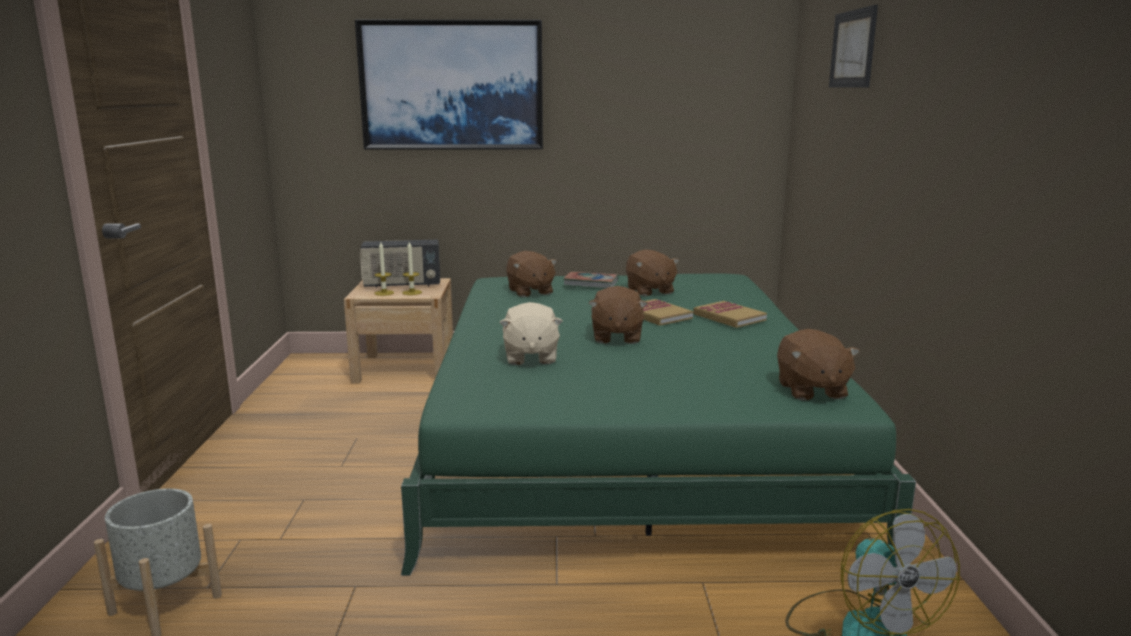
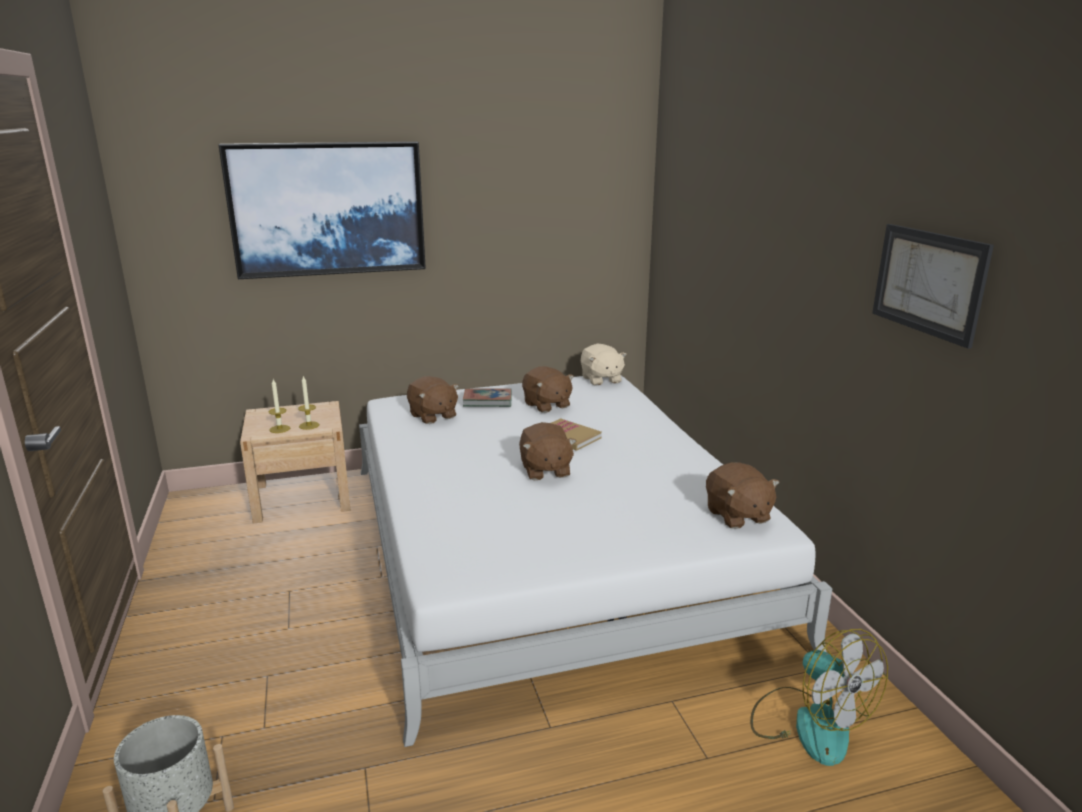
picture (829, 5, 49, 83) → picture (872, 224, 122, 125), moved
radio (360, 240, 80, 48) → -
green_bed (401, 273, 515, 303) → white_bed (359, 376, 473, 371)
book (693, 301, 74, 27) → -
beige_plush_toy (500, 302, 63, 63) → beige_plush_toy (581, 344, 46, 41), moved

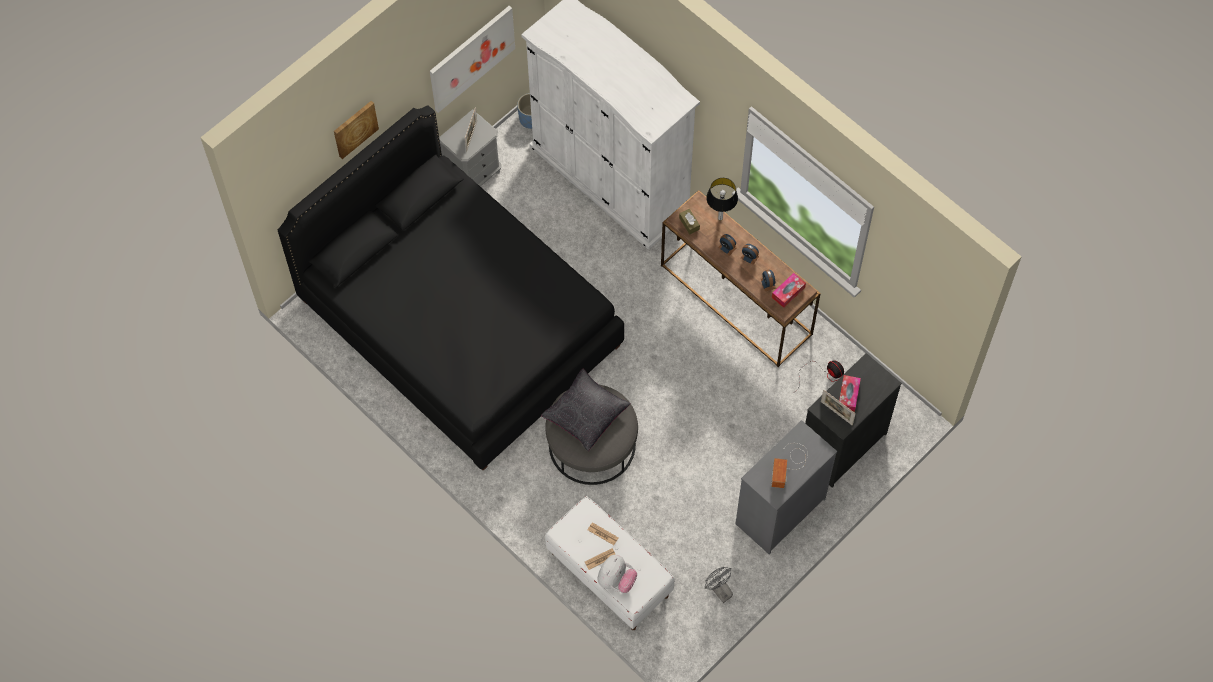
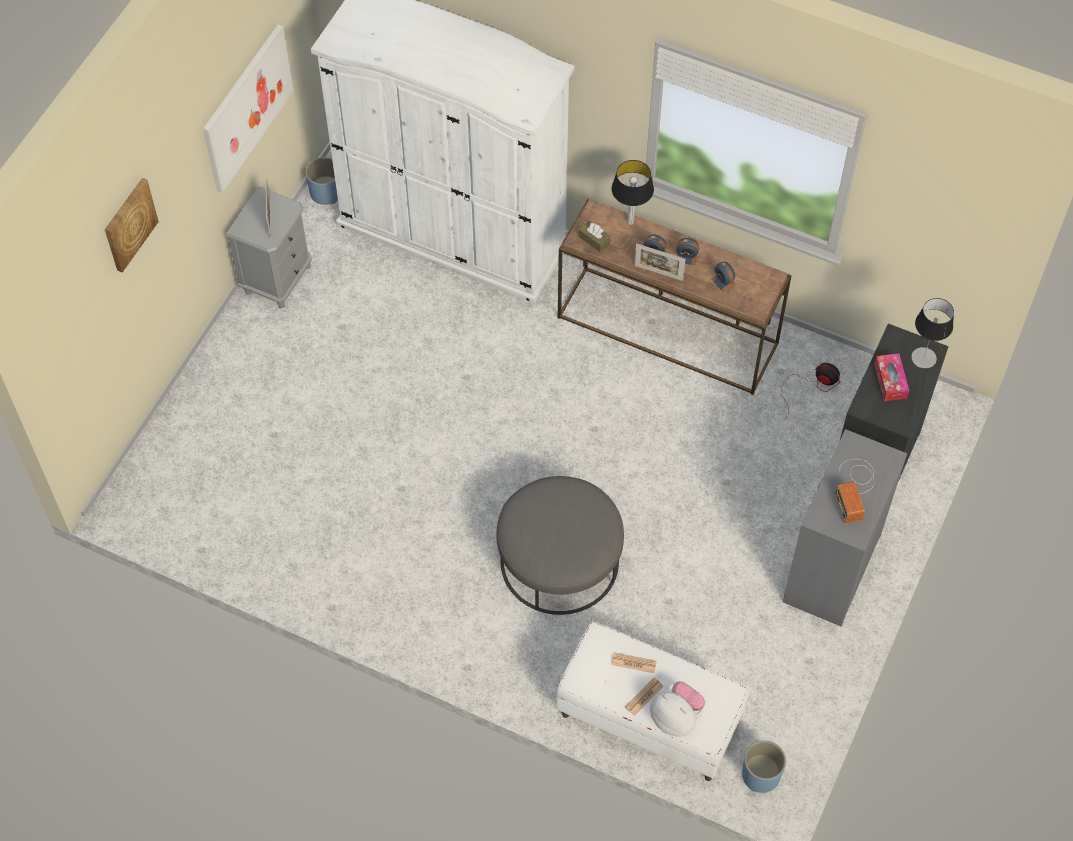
black_bed (278, 105, 346, 366) → -
tissue_box (772, 273, 34, 35) → -
black_pillow (541, 369, 89, 82) → -
picture_frame (821, 389, 35, 37) → picture_frame (634, 243, 51, 38), moved
plush_toy (597, 555, 40, 38) → plush_toy (650, 682, 55, 55), 60 degrees counterclockwise
grey_fan (705, 567, 28, 36) → -
- → table_lamp (911, 298, 43, 71)
- → blue_planter (742, 740, 44, 53)

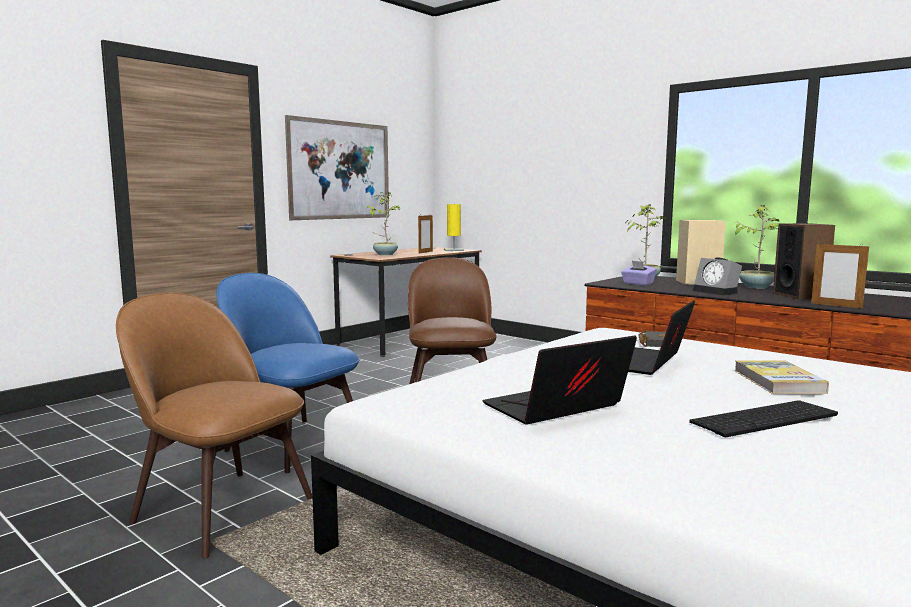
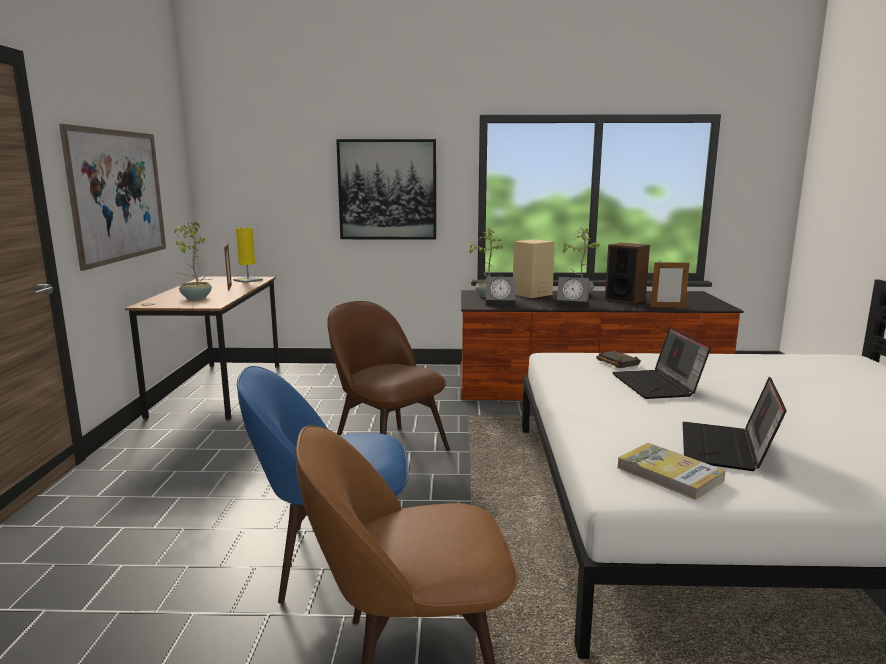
purple_tissue_box (621, 261, 36, 25) → alarm_clock (486, 275, 30, 31)
book (734, 360, 95, 34) → book (617, 443, 108, 57), moved
keyboard (689, 400, 149, 37) → -
- → picture (336, 139, 100, 101)

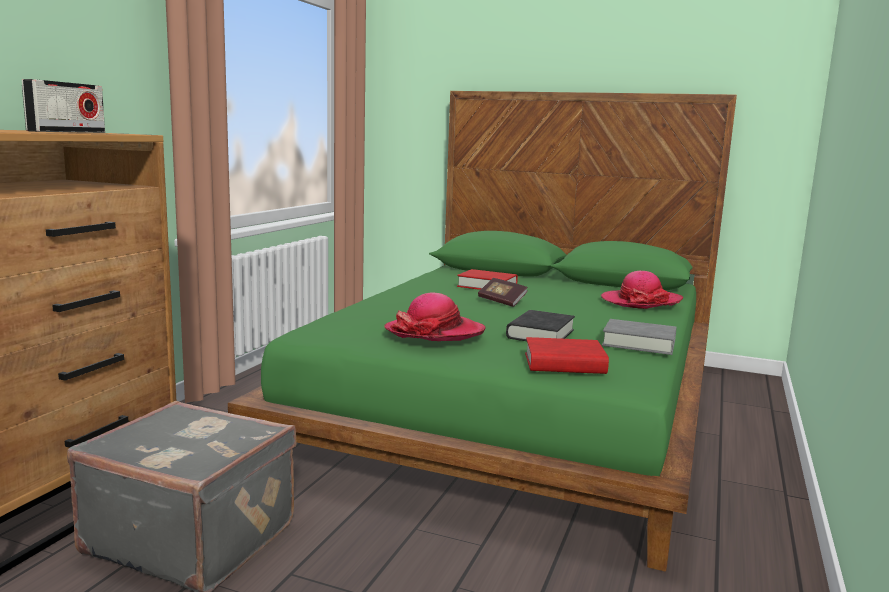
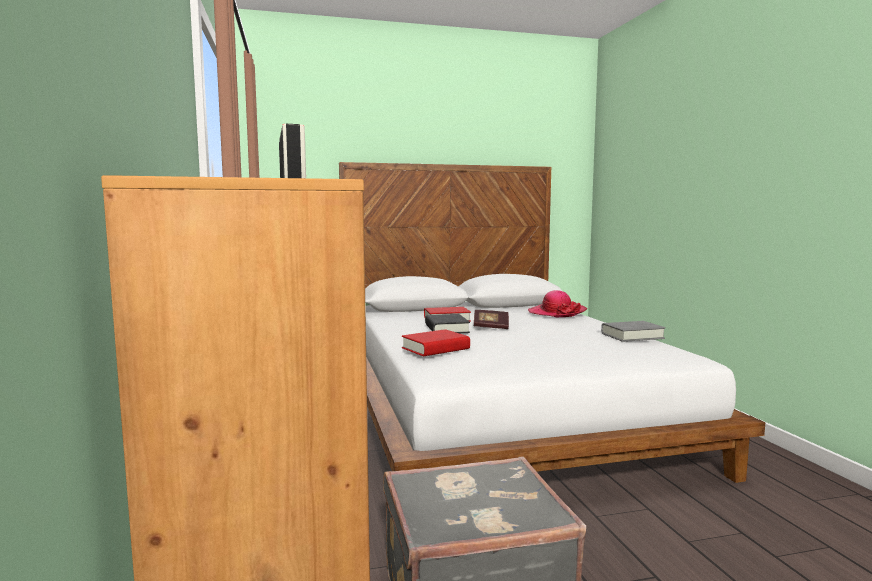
green_bed (228, 91, 509, 481) → white_bed (339, 162, 426, 321)
hat (384, 293, 101, 48) → -
black_book (506, 310, 69, 31) → black_book (425, 314, 45, 19), moved
red_book (525, 337, 84, 37) → red_book (402, 329, 68, 27), moved

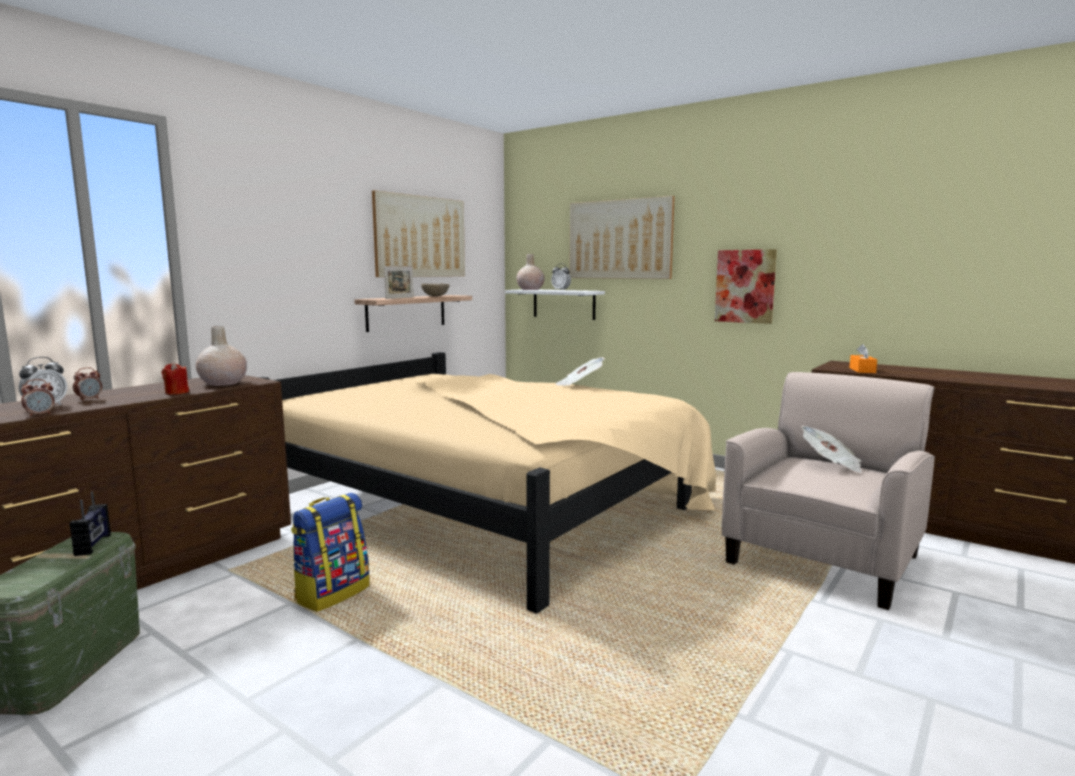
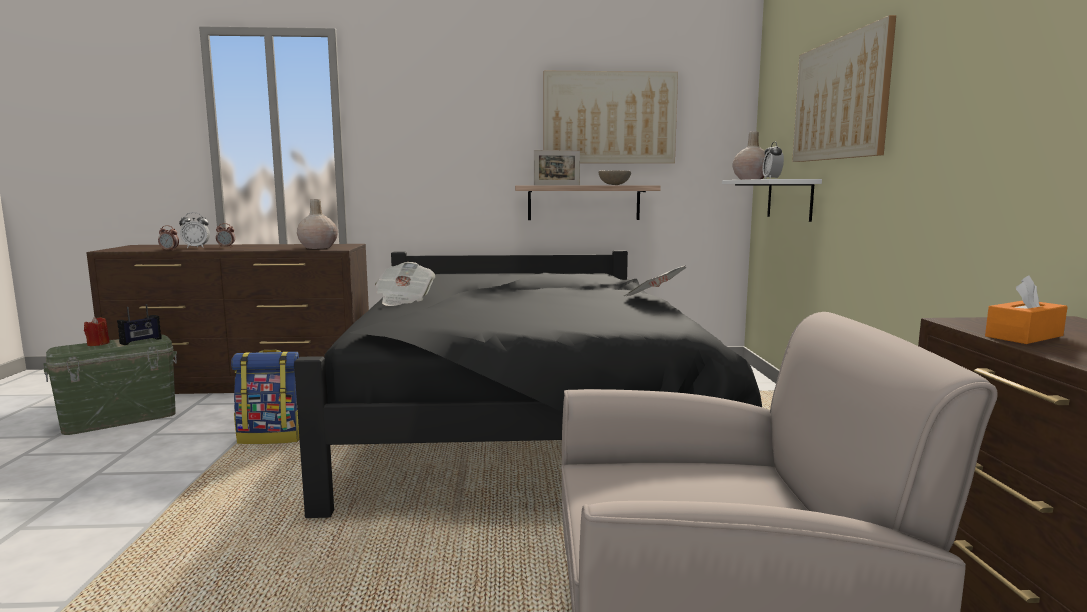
picture (715, 249, 62, 75) → -
beige_bed (258, 352, 458, 262) → black_bed (294, 250, 468, 268)
red_candle (162, 362, 27, 33) → red_candle (84, 317, 25, 29), moved
newspaper (801, 426, 60, 47) → newspaper (375, 262, 60, 44), moved

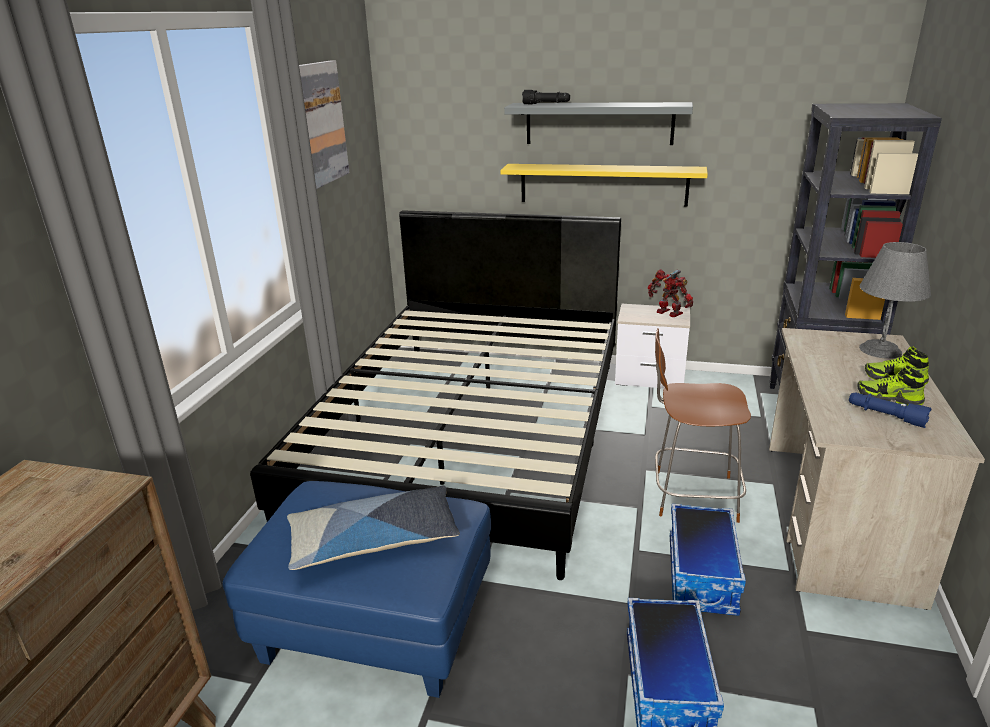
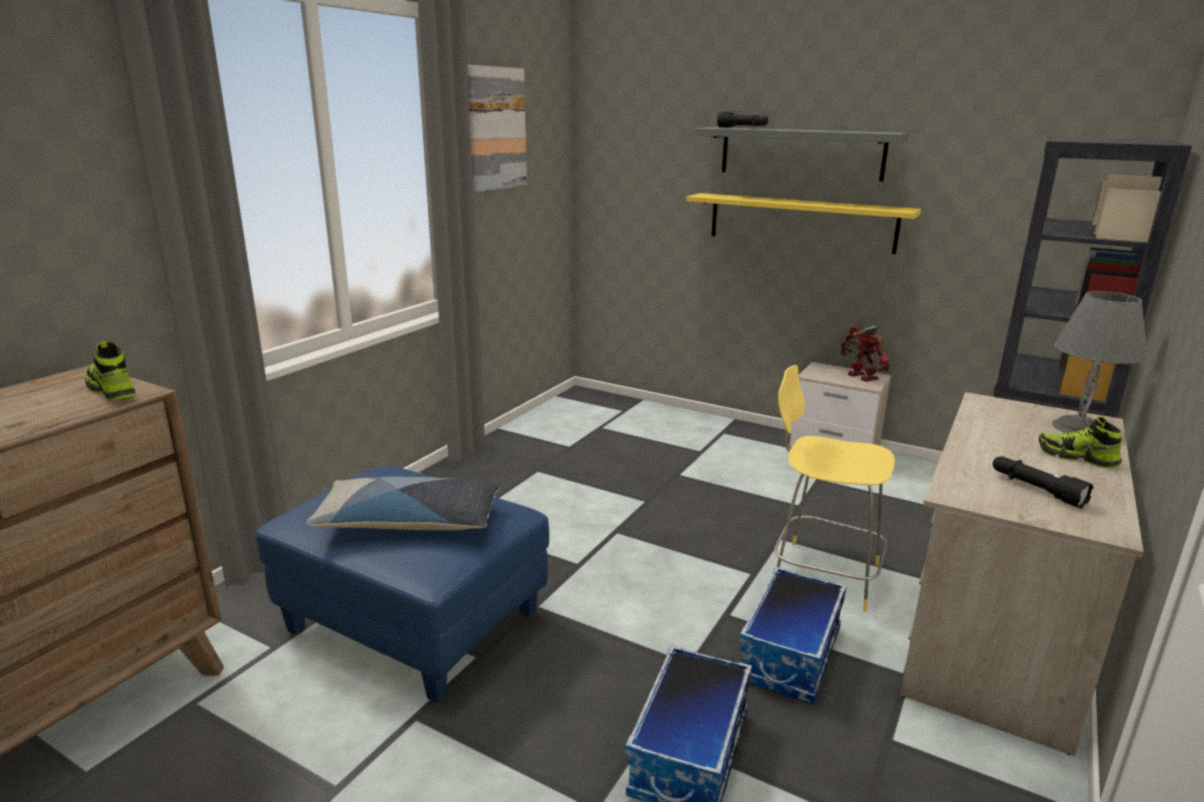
black_bed (250, 211, 371, 369) → -
brown_stool (655, 328, 96, 195) → yellow_stool (774, 365, 121, 247)
shoe (857, 365, 68, 41) → shoe (85, 341, 51, 60), moved
blue_flashlight (849, 392, 83, 36) → black_flashlight (992, 456, 101, 53)

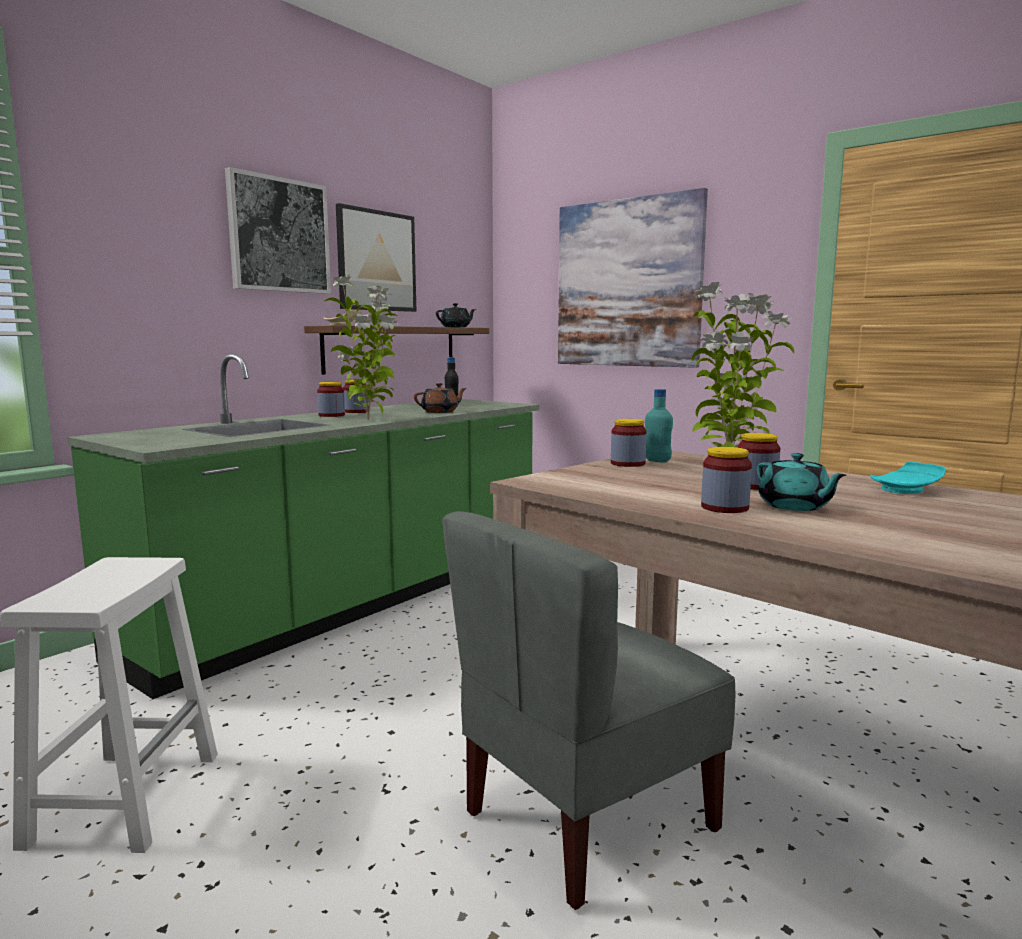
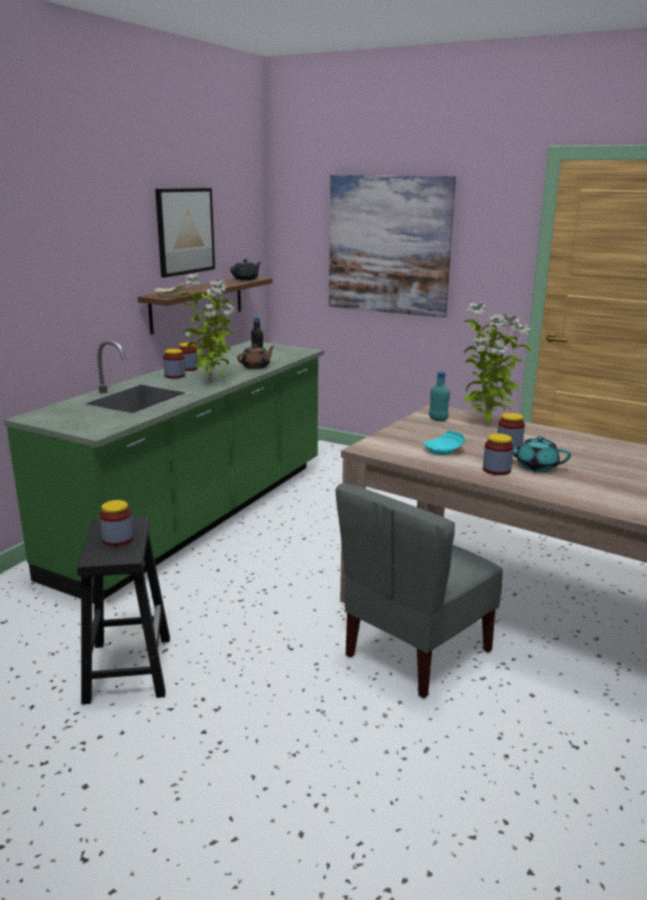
picture (225, 167, 106, 127) → -
jar (611, 419, 36, 48) → jar (100, 500, 33, 46), moved
turquoise_teapot (757, 453, 89, 58) → turquoise_teapot (512, 436, 59, 36), 150 degrees clockwise
turquoise_plate (870, 462, 76, 32) → turquoise_plate (423, 430, 42, 25), moved
white_stool (0, 557, 218, 296) → black_stool (77, 516, 93, 188)

